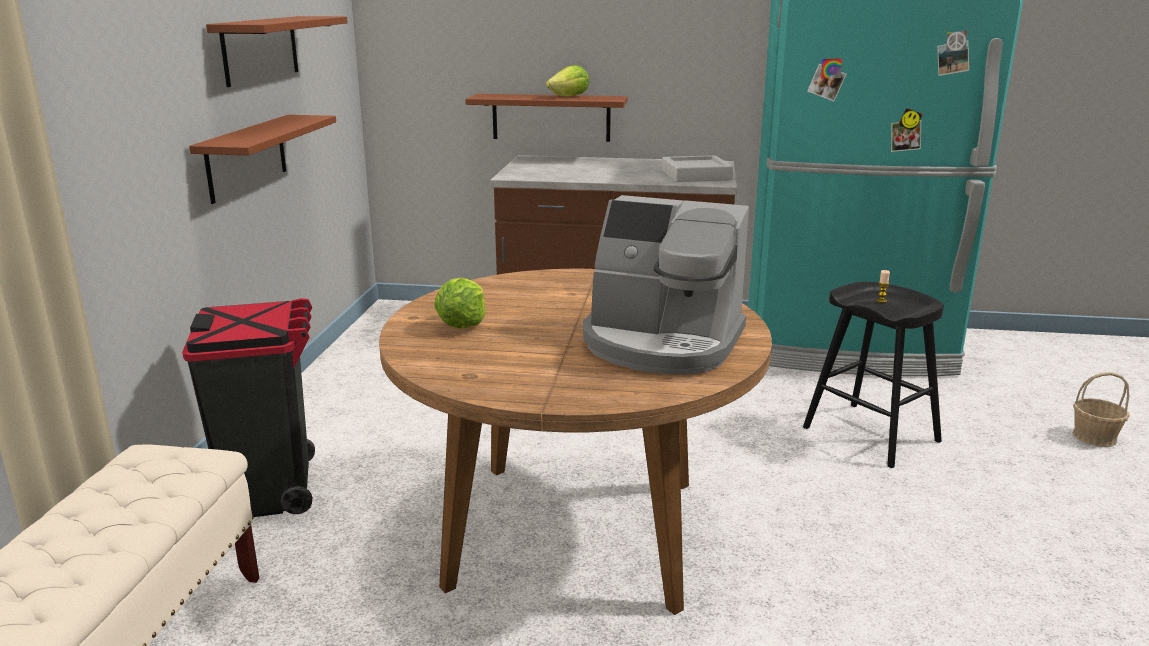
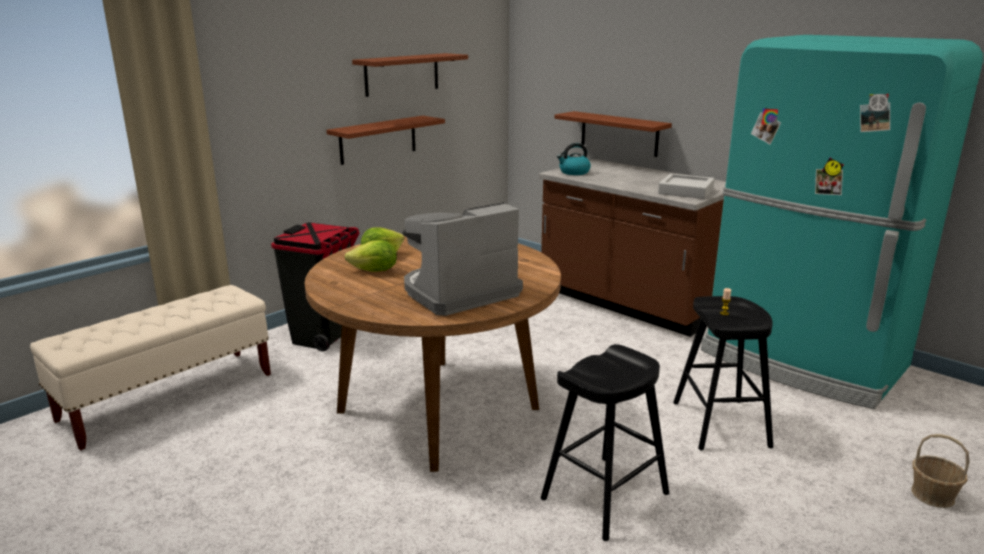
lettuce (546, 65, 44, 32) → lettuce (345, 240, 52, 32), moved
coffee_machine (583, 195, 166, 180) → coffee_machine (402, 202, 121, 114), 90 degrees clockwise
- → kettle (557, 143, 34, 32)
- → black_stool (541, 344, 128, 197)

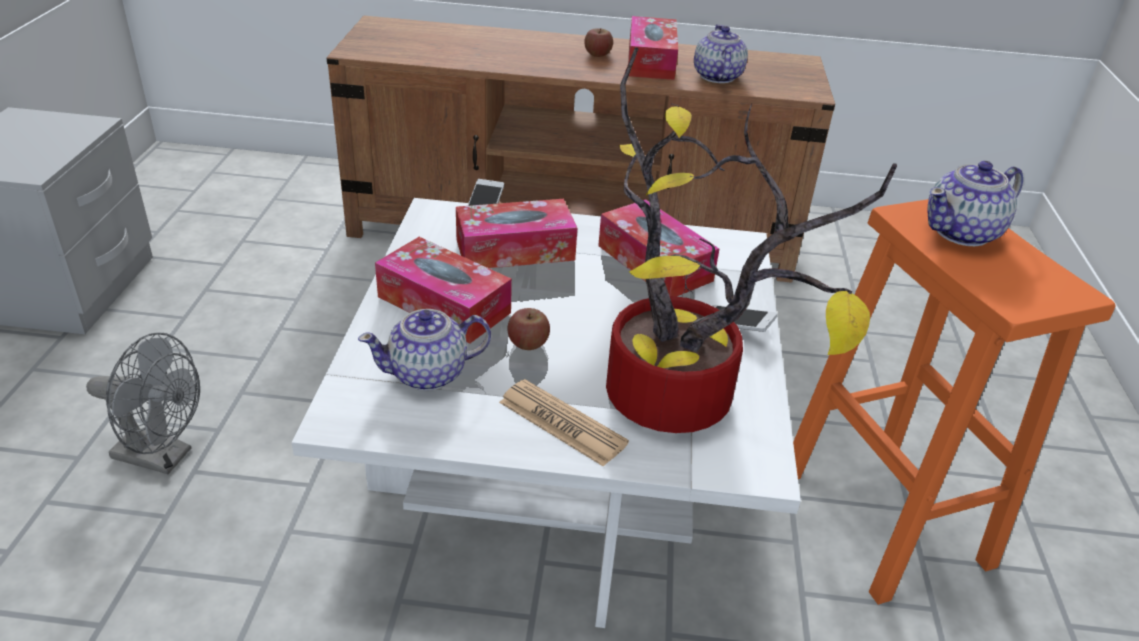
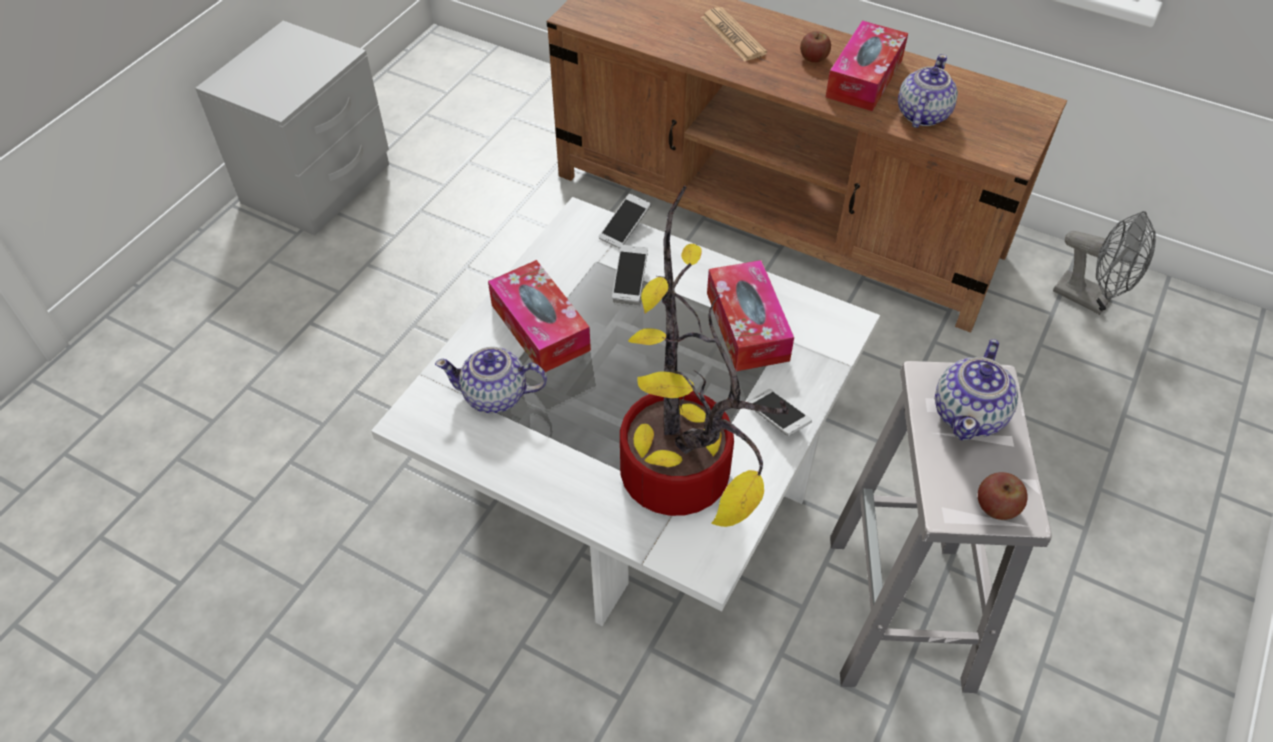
teapot (927, 161, 96, 85) → teapot (935, 339, 83, 101), 60 degrees counterclockwise
tissue_box (456, 199, 121, 69) → phone (612, 245, 36, 57)
orange_stool (793, 199, 323, 406) → white_stool (830, 361, 222, 332)
apple (507, 308, 43, 42) → apple (978, 472, 50, 48), moved
grey_fan (86, 332, 114, 142) → grey_fan (1053, 211, 103, 104), moved
newspaper (499, 379, 130, 88) → newspaper (701, 7, 66, 55), moved

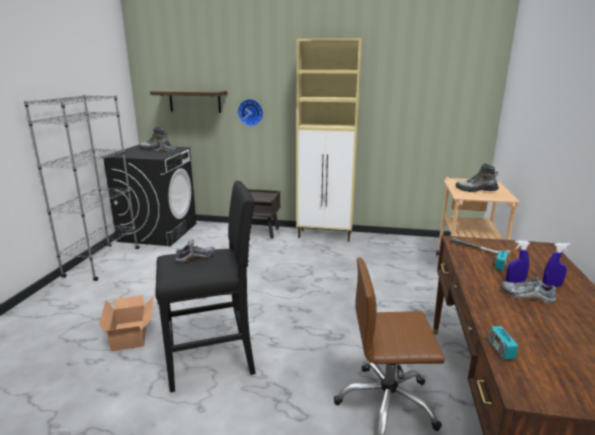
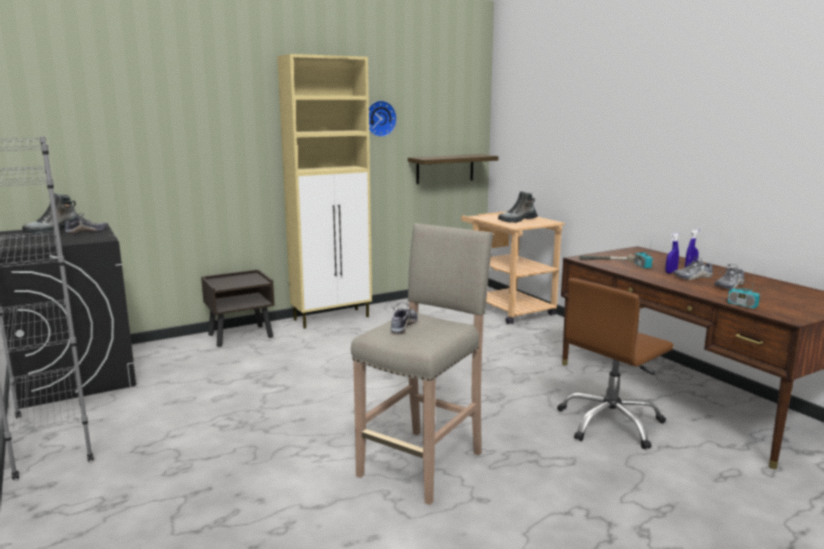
shelf (150, 90, 77, 23) → shelf (408, 154, 91, 30), moved
wall_clock (238, 99, 25, 27) → wall_clock (369, 100, 28, 37), moved
black_stool (155, 181, 101, 211) → beige_stool (351, 223, 142, 282)
cardboard_box (99, 295, 55, 56) → -
- → shoe (714, 264, 30, 25)

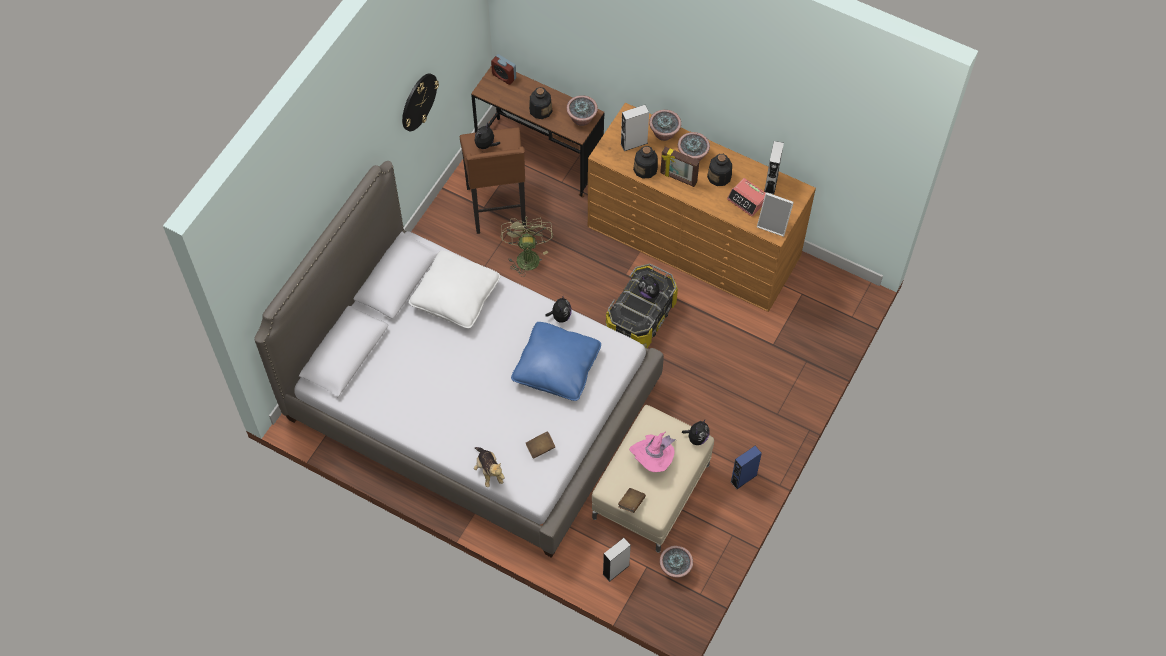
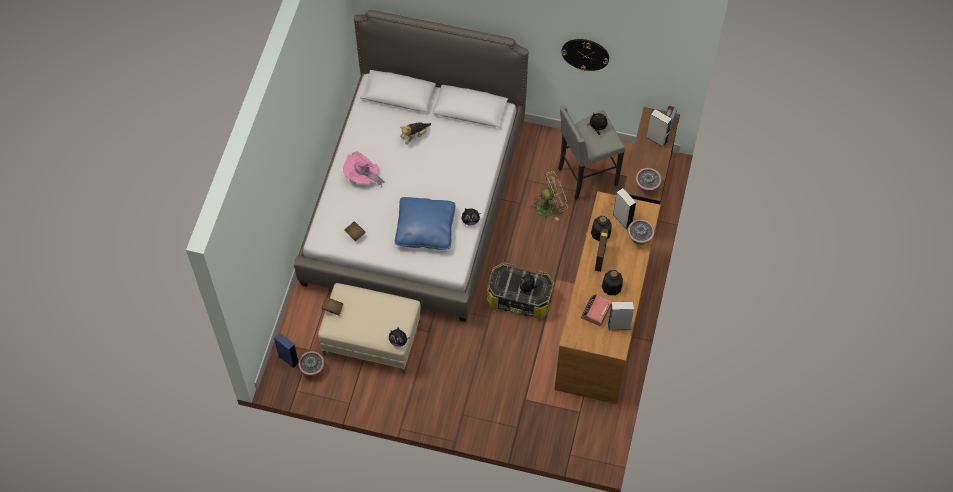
bottle (529, 87, 24, 32) → -
brown_stool (460, 127, 66, 107) → grey_stool (558, 106, 67, 94)
potted_plant (678, 132, 32, 29) → -
picture_frame (757, 192, 37, 45) → -
white_pillow (409, 250, 91, 78) → -
pink_hat (629, 431, 47, 41) → pink_hat (343, 152, 41, 35), moved
blue_speaker (731, 446, 31, 43) → blue_speaker (274, 333, 25, 35), moved
plush_toy (474, 447, 30, 40) → plush_toy (400, 122, 31, 23), moved
grey_speaker (603, 538, 28, 44) → grey_speaker (646, 109, 26, 38), moved

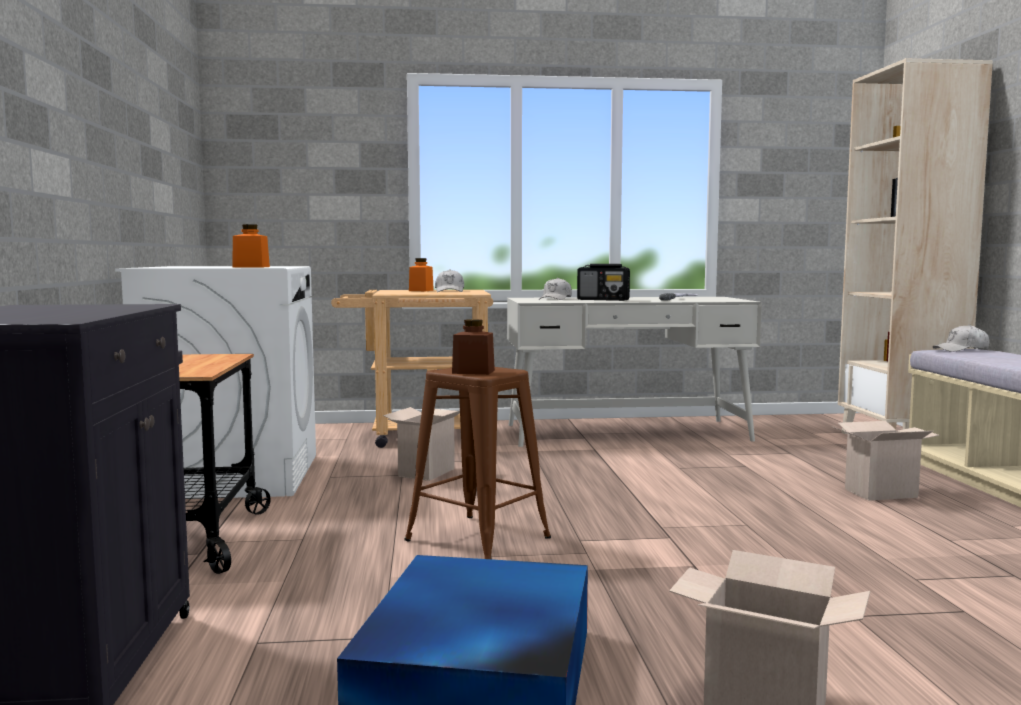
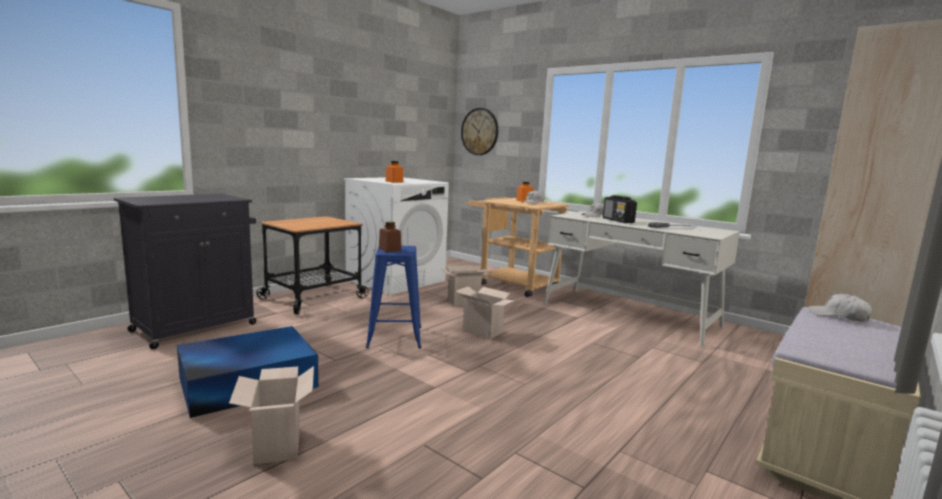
brown_stool (404, 367, 147, 192) → blue_stool (366, 246, 56, 102)
cardboard_box (831, 421, 109, 80) → cardboard_box (456, 286, 59, 53), moved
- → wall_clock (461, 108, 37, 47)

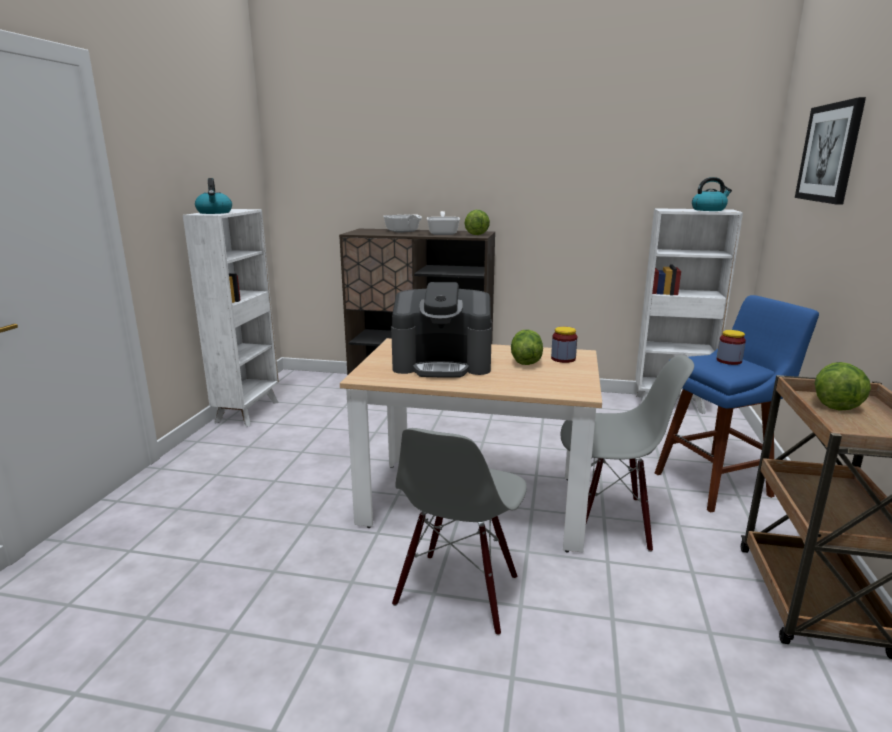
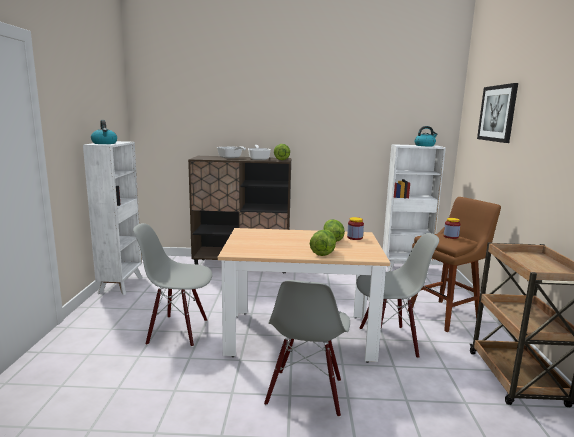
coffee_machine (391, 282, 101, 96) → -
blue_stool (655, 295, 164, 218) → brown_stool (408, 197, 93, 135)
lettuce (815, 362, 56, 49) → lettuce (310, 230, 26, 26), moved
- → grey_chair (133, 223, 79, 124)

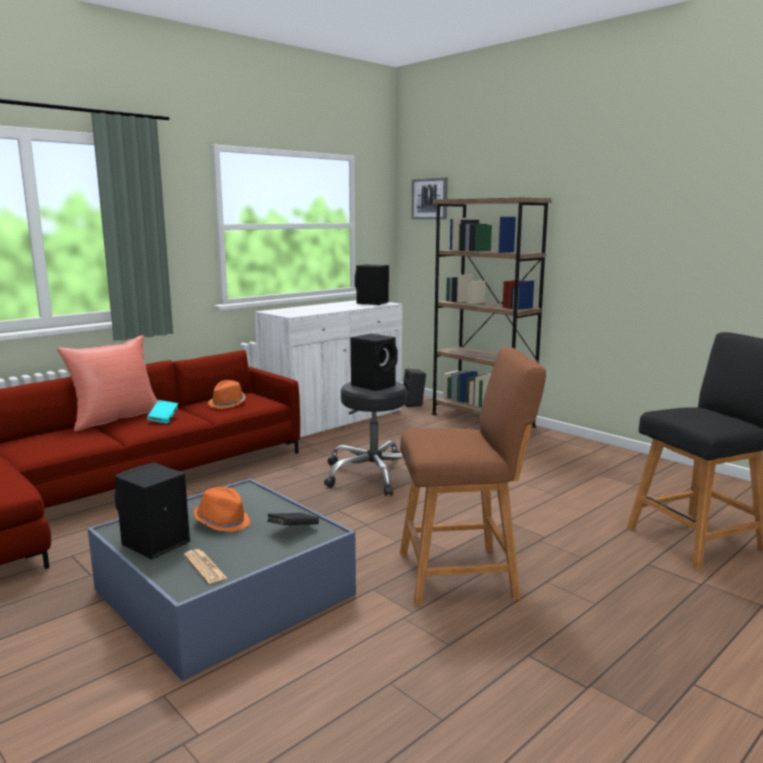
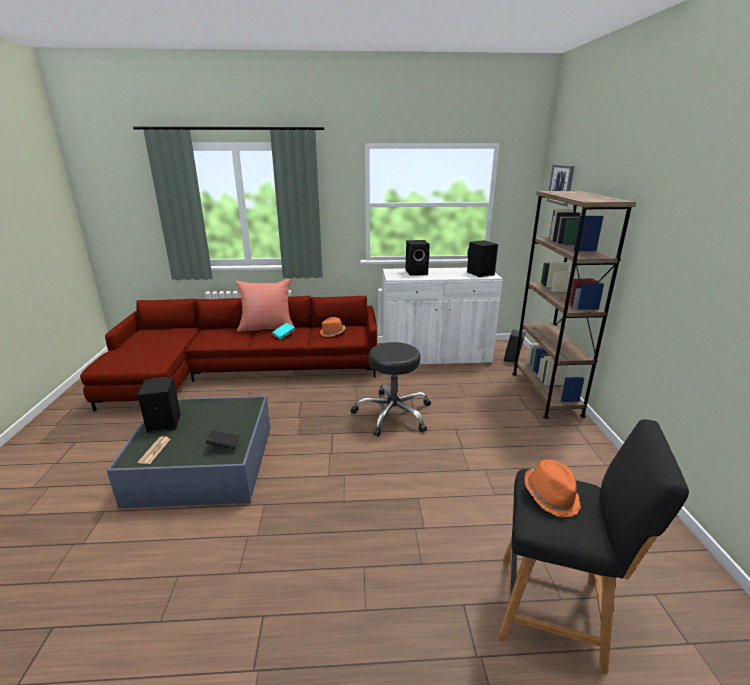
black_speaker (351, 334, 46, 57) → black_speaker (405, 240, 25, 36), moved
brown_stool (400, 347, 146, 260) → -
orange_hat (193, 487, 58, 45) → orange_hat (525, 459, 56, 58), moved

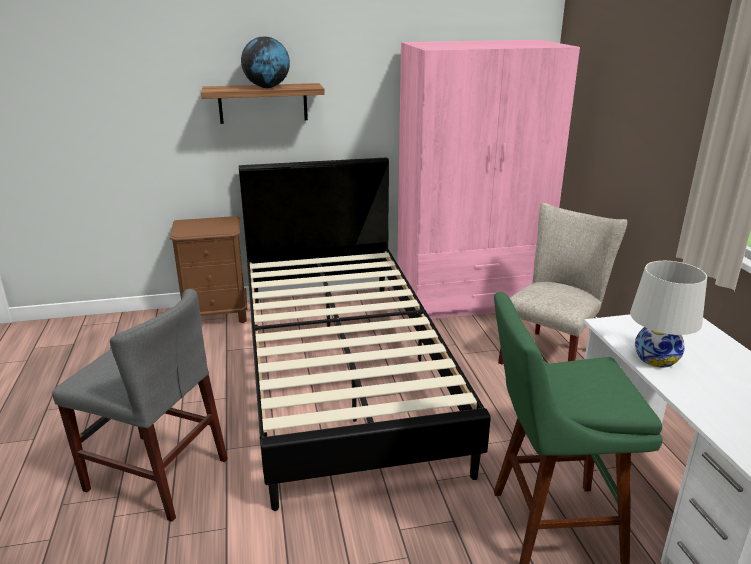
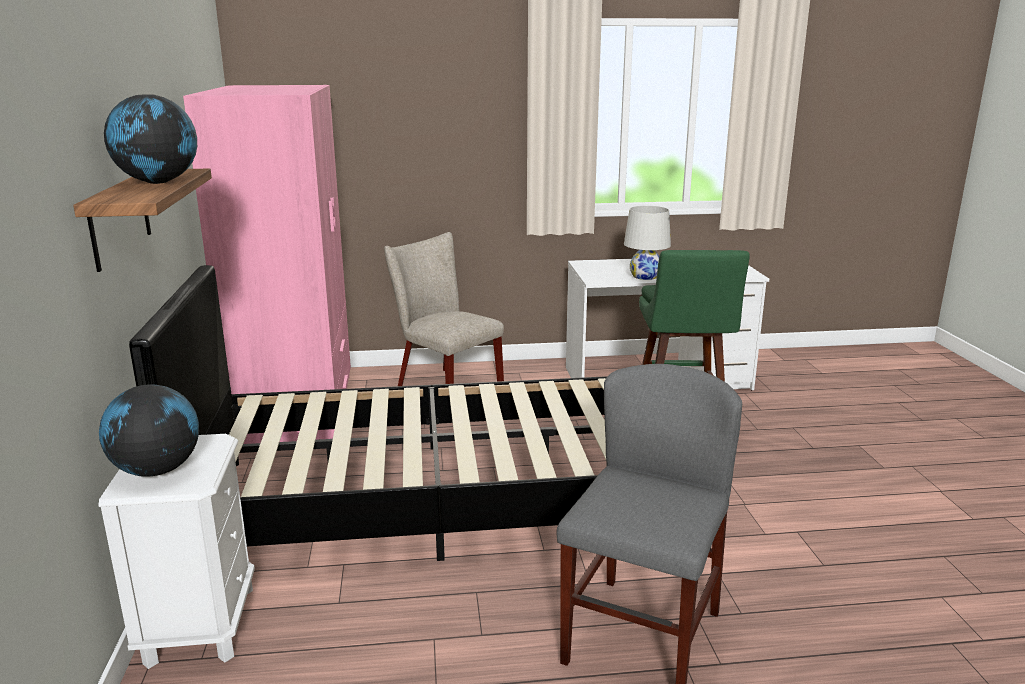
brown_nightstand (170, 216, 77, 107) → white_nightstand (98, 434, 157, 235)
- → globe (99, 384, 100, 93)

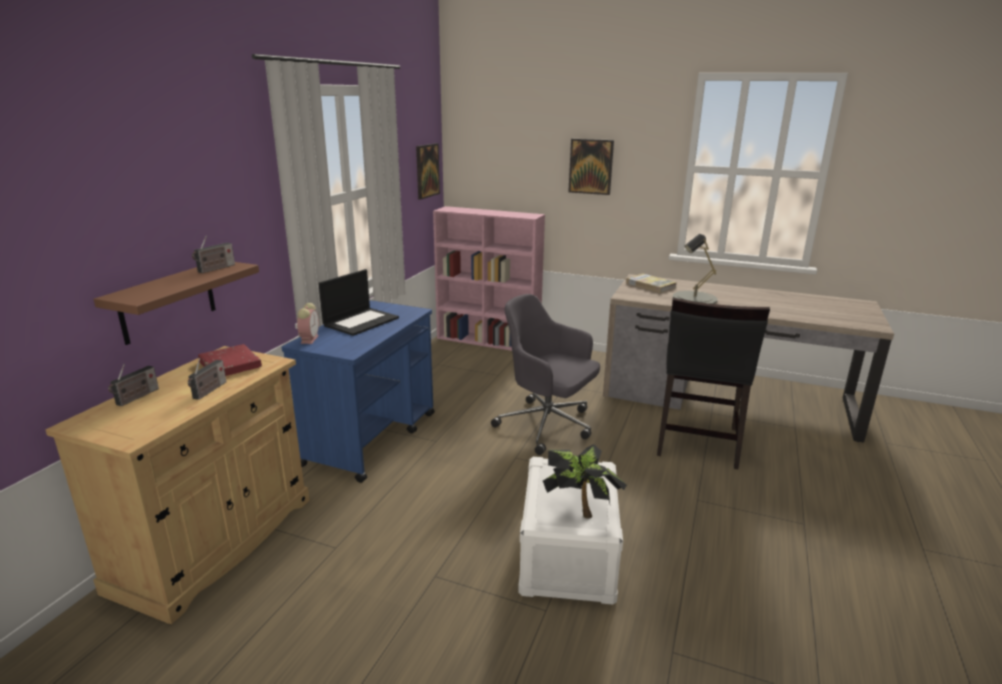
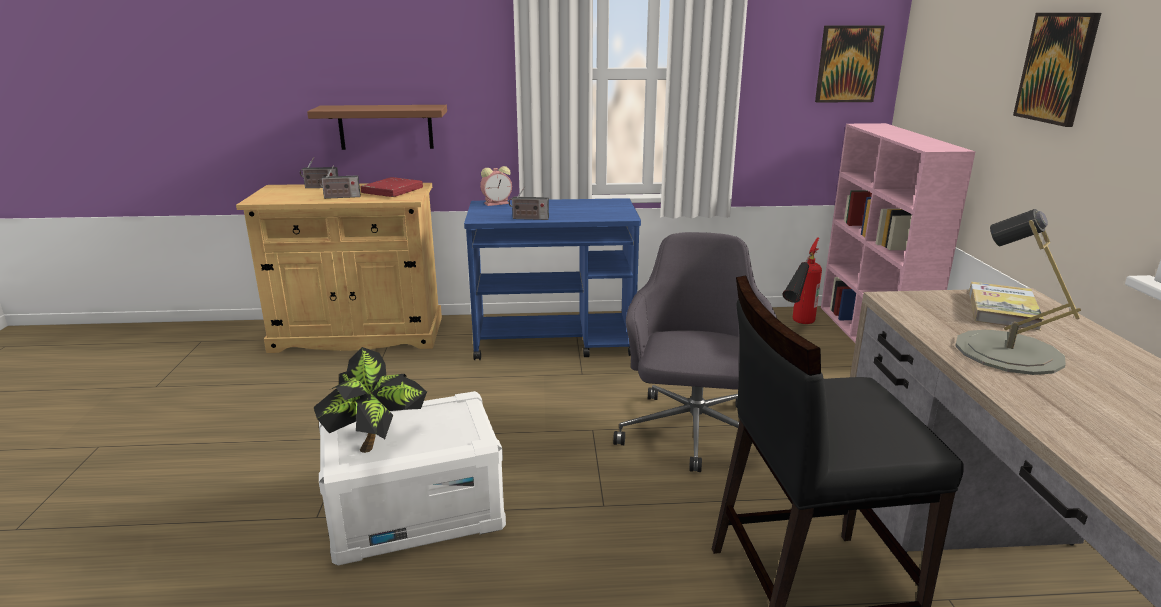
radio (192, 235, 43, 38) → radio (509, 186, 40, 34), moved
laptop (318, 269, 81, 67) → -
- → fire_extinguisher (782, 237, 40, 87)

